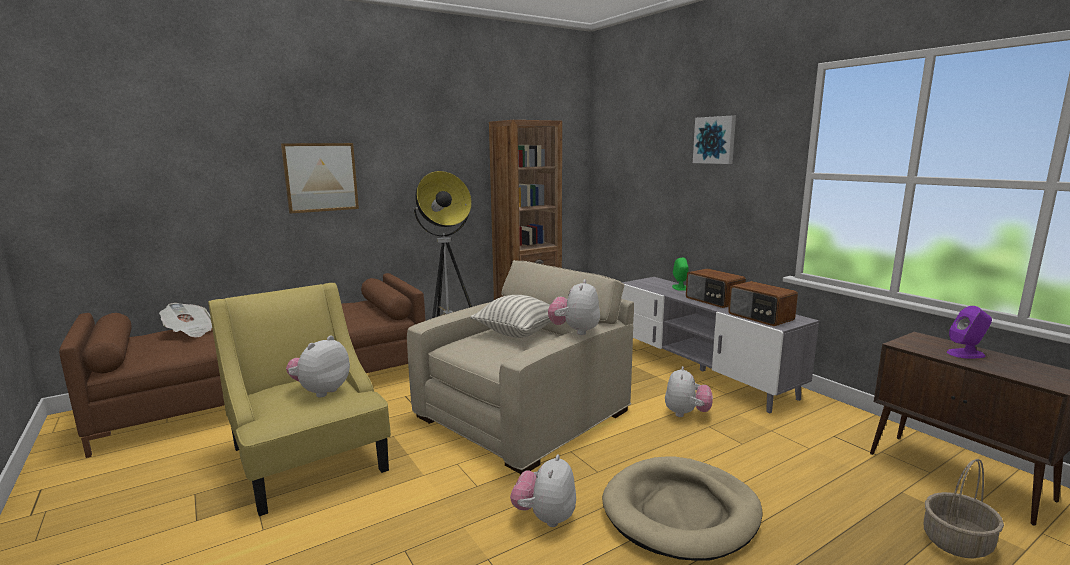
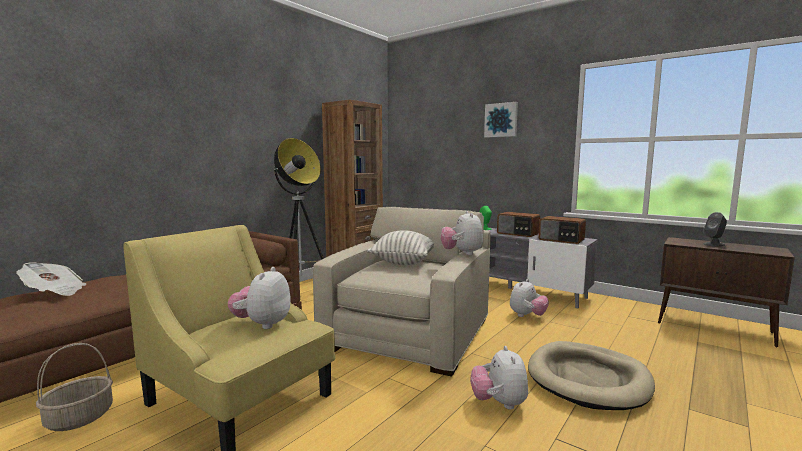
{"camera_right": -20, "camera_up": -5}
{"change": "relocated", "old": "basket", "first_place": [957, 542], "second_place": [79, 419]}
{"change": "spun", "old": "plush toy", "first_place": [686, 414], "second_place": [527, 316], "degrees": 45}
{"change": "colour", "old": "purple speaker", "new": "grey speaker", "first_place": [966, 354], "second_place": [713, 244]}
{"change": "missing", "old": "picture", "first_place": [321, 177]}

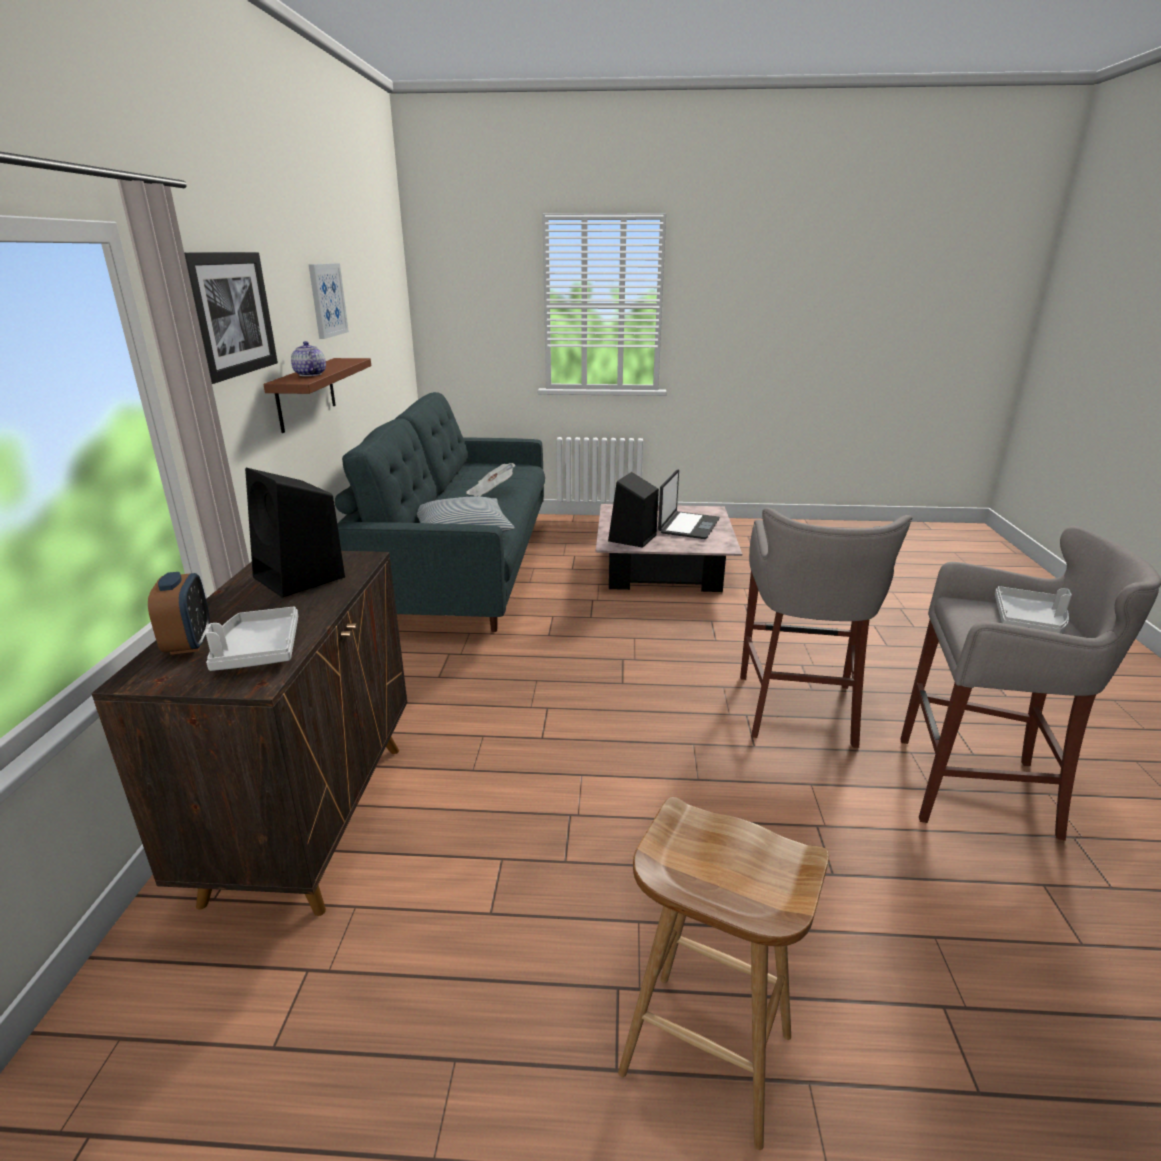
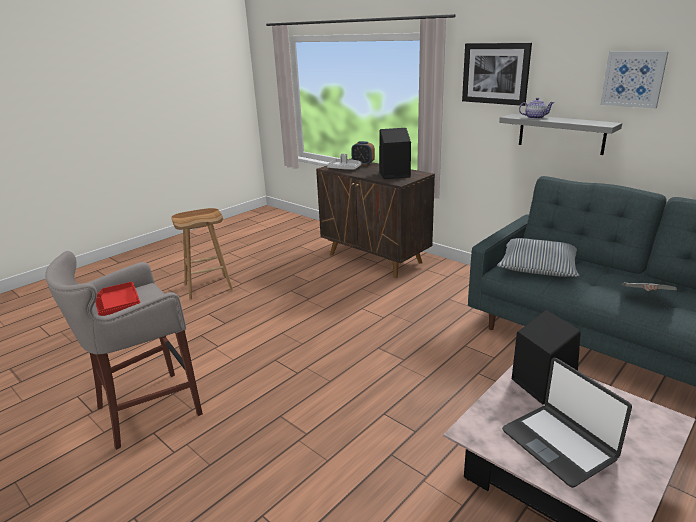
{"camera_right": 130, "camera_up": 0}
{"change": "colour", "old": "grey tray", "new": "red tray", "first_place": [1029, 621], "second_place": [118, 306]}
{"change": "colour", "old": "brown shelf", "new": "grey shelf", "first_place": [306, 394], "second_place": [561, 134]}
{"change": "missing", "old": "grey stool", "first_place": [798, 711]}

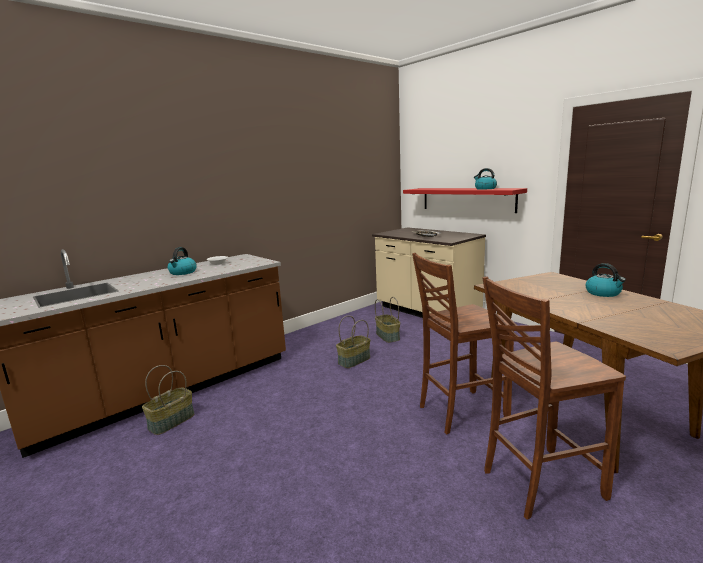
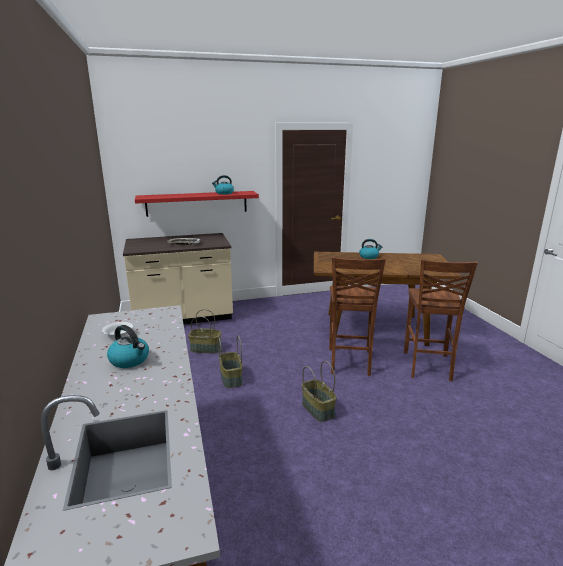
{"camera_right": -65, "camera_up": 5}
{"change": "relocated", "old": "basket", "first_place": [171, 422], "second_place": [318, 409]}

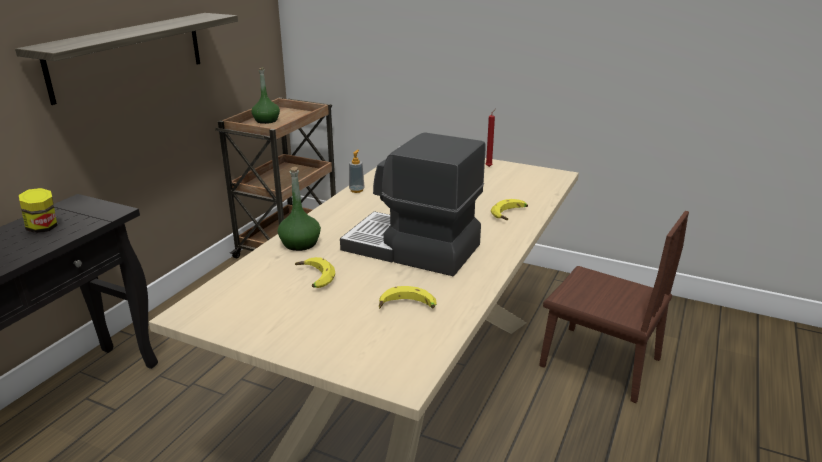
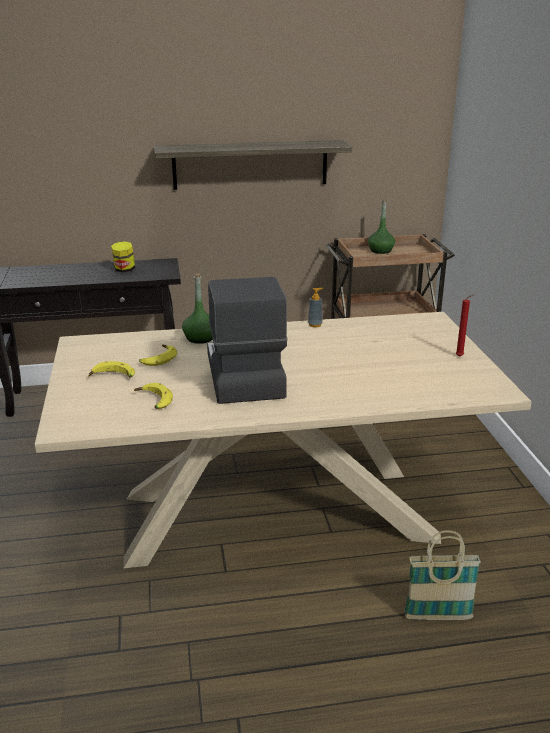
{"camera_right": 55, "camera_up": 0}
{"change": "relocated", "old": "banana", "first_place": [510, 215], "second_place": [112, 377]}
{"change": "exchanged", "old": "brown chair", "new": "basket", "first_place": [599, 362], "second_place": [438, 617]}

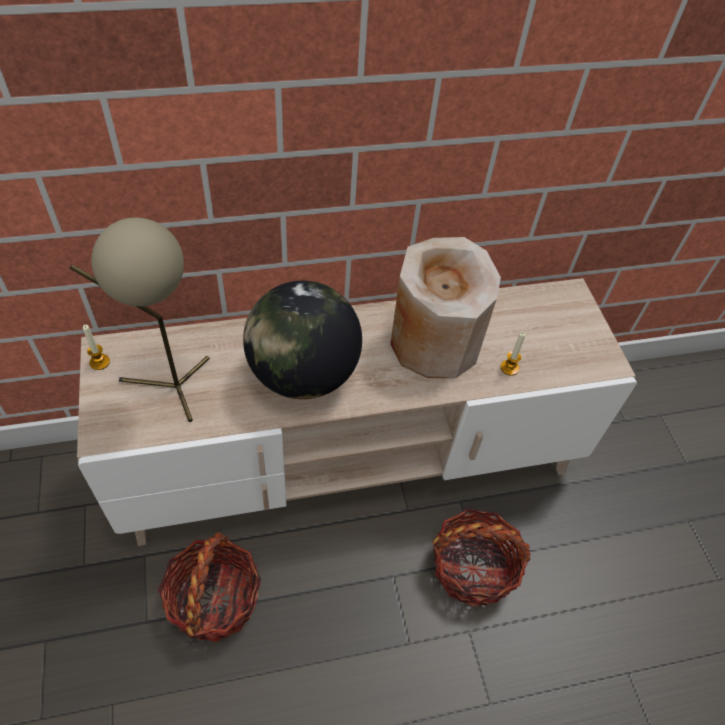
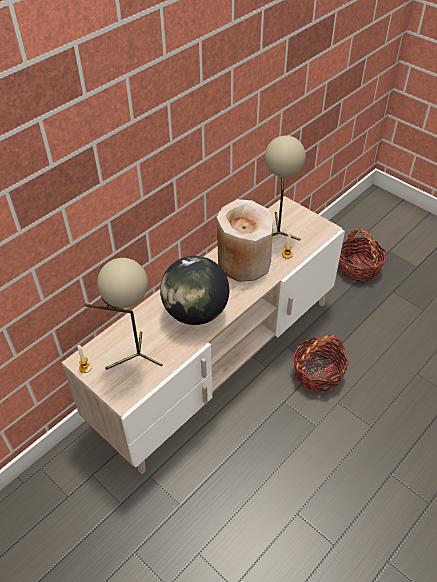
{"camera_right": -30, "camera_up": -5}
{"change": "appeared", "new": "beige table lamp", "second_place": [278, 230]}
{"change": "relocated", "old": "basket", "first_place": [214, 599], "second_place": [358, 268]}

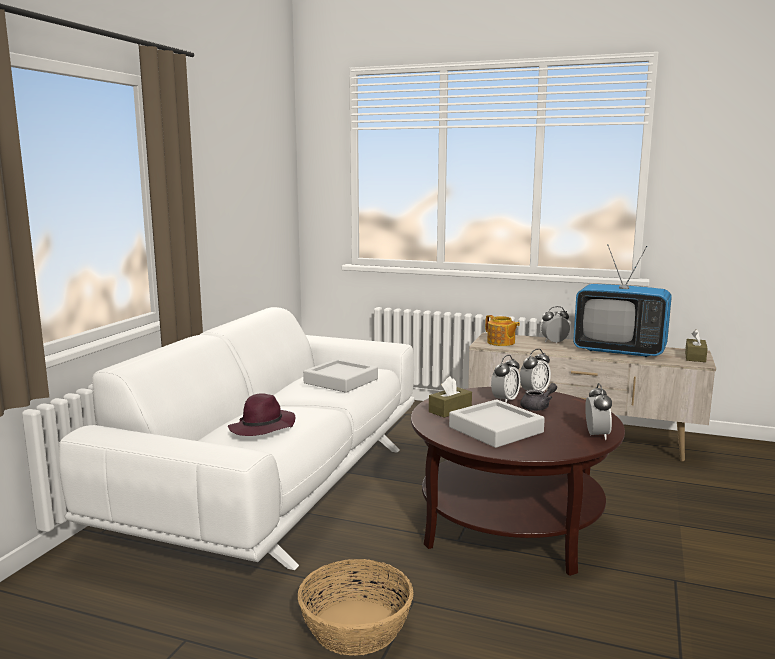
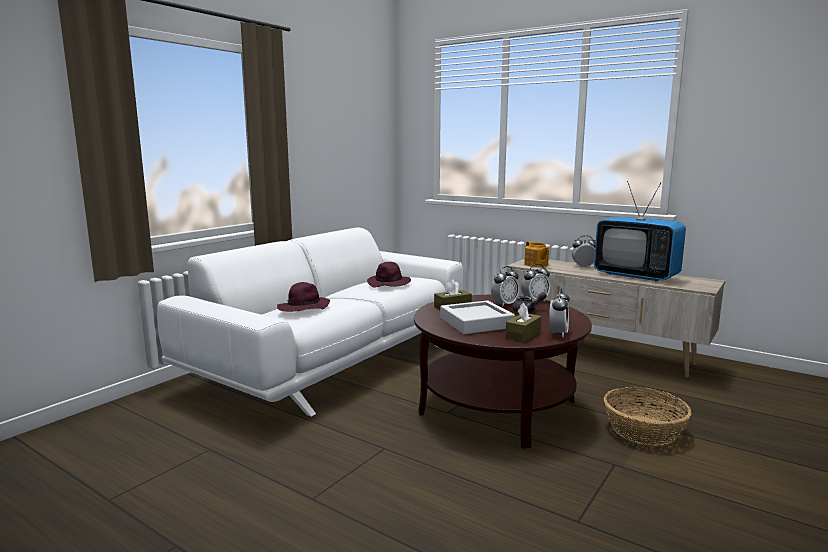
{"camera_right": 15, "camera_up": 0}
{"change": "exchanged", "old": "grey tray", "new": "purple hat", "first_place": [341, 381], "second_place": [389, 284]}
{"change": "relocated", "old": "brown tissue box", "first_place": [695, 357], "second_place": [523, 335]}
{"change": "relocated", "old": "basket", "first_place": [355, 626], "second_place": [643, 430]}

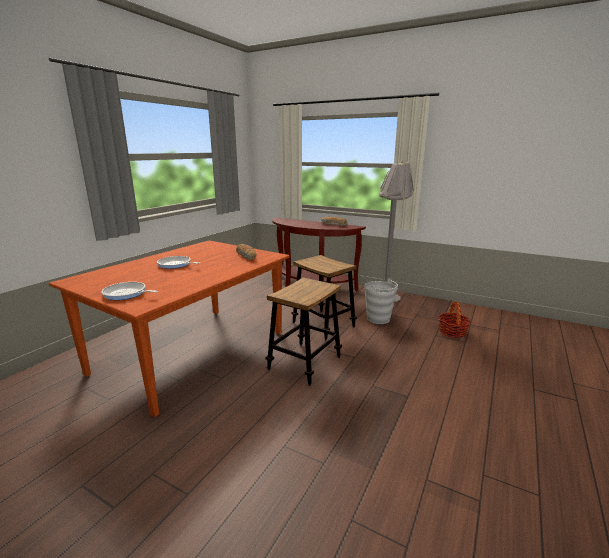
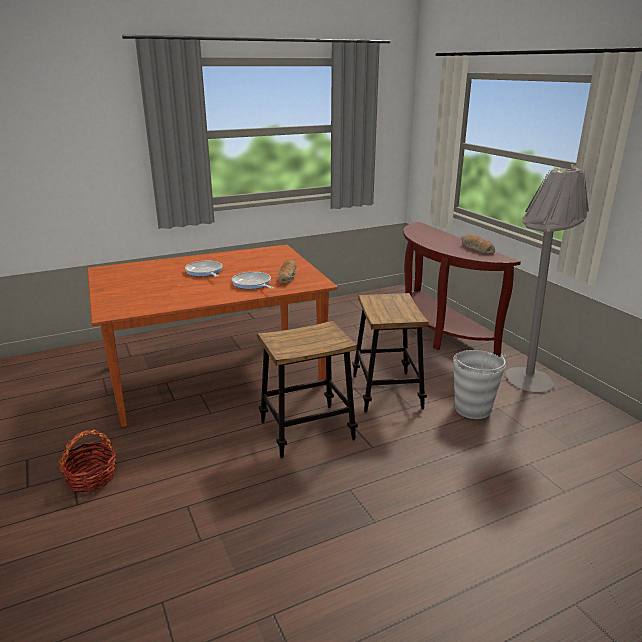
{"camera_right": 35, "camera_up": 5}
{"change": "relocated", "old": "basket", "first_place": [452, 332], "second_place": [91, 478]}
{"change": "relocated", "old": "frying pan", "first_place": [126, 294], "second_place": [252, 284]}

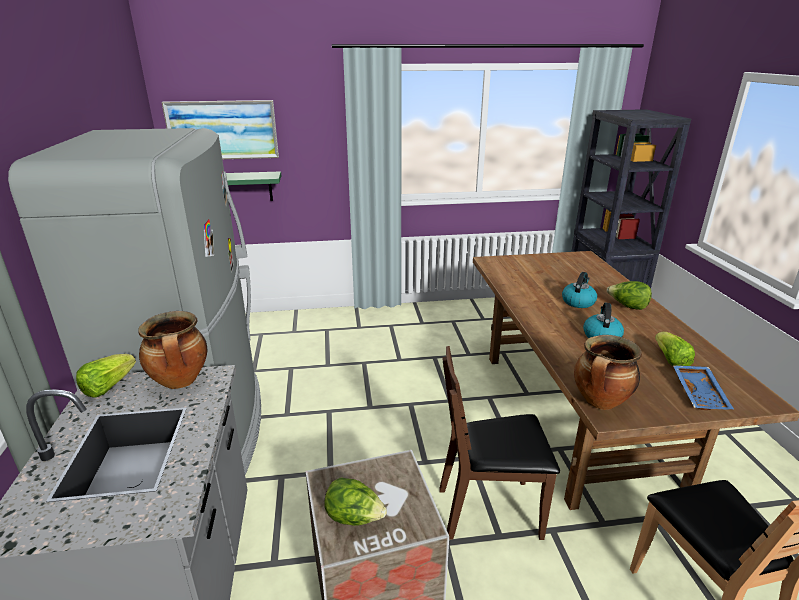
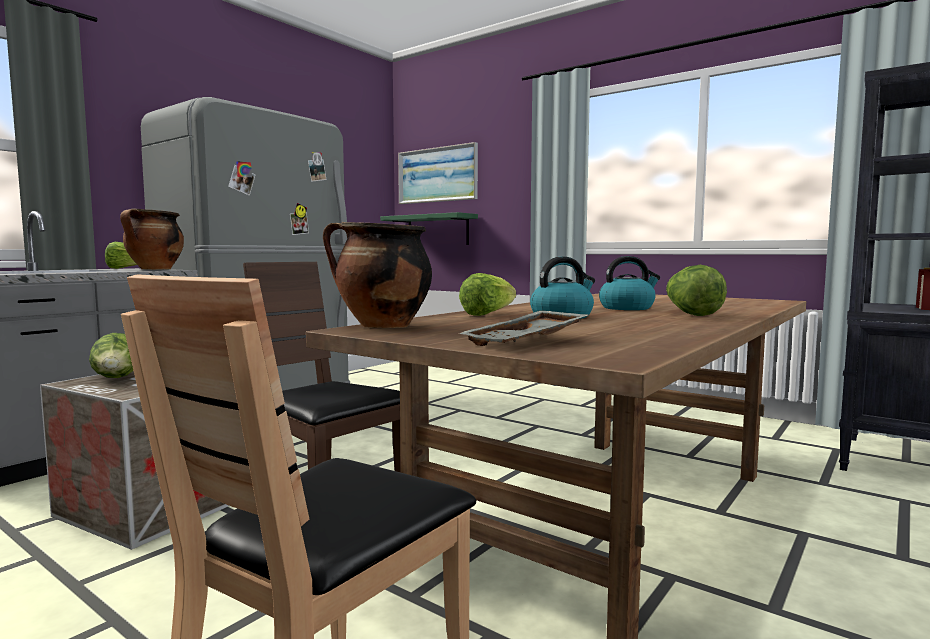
{"camera_right": 45, "camera_up": -20}
{"change": "colour", "old": "blue tray", "new": "grey tray", "first_place": [700, 394], "second_place": [526, 342]}
{"change": "relocated", "old": "lettuce", "first_place": [670, 360], "second_place": [487, 314]}

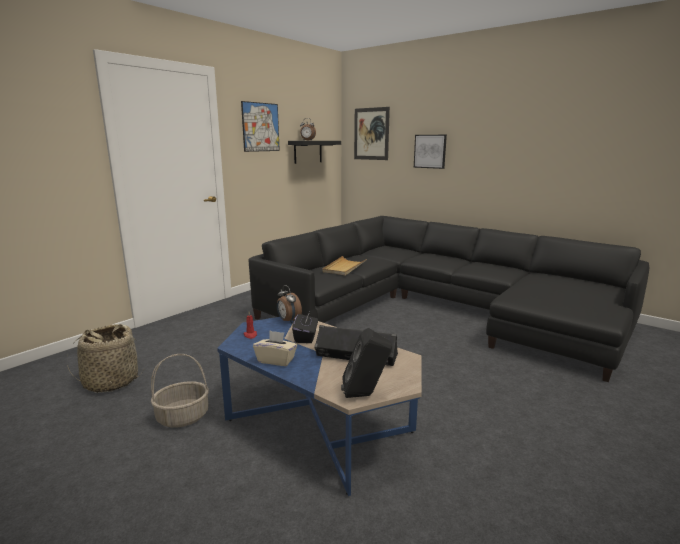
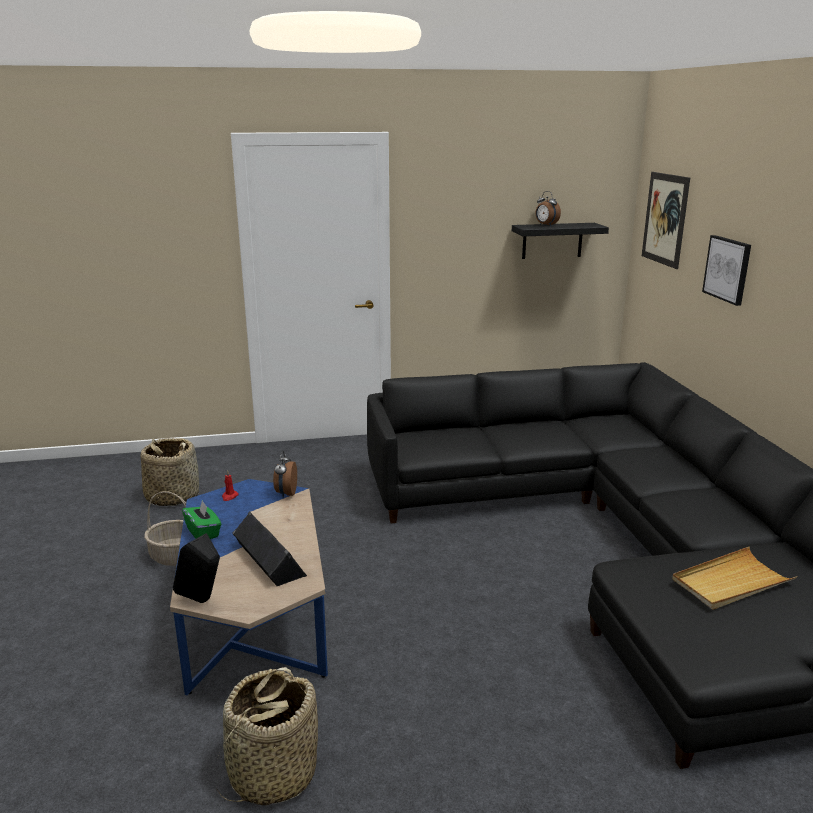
{"camera_right": 40, "camera_up": 5}
{"change": "colour", "old": "beige tissue box", "new": "green tissue box", "first_place": [276, 360], "second_place": [203, 532]}
{"change": "appeared", "new": "basket", "second_place": [272, 773]}
{"change": "relocated", "old": "beige tray", "first_place": [344, 267], "second_place": [731, 582]}
{"change": "missing", "old": "picture", "first_place": [260, 127]}
{"change": "missing", "old": "black tissue box", "first_place": [306, 337]}

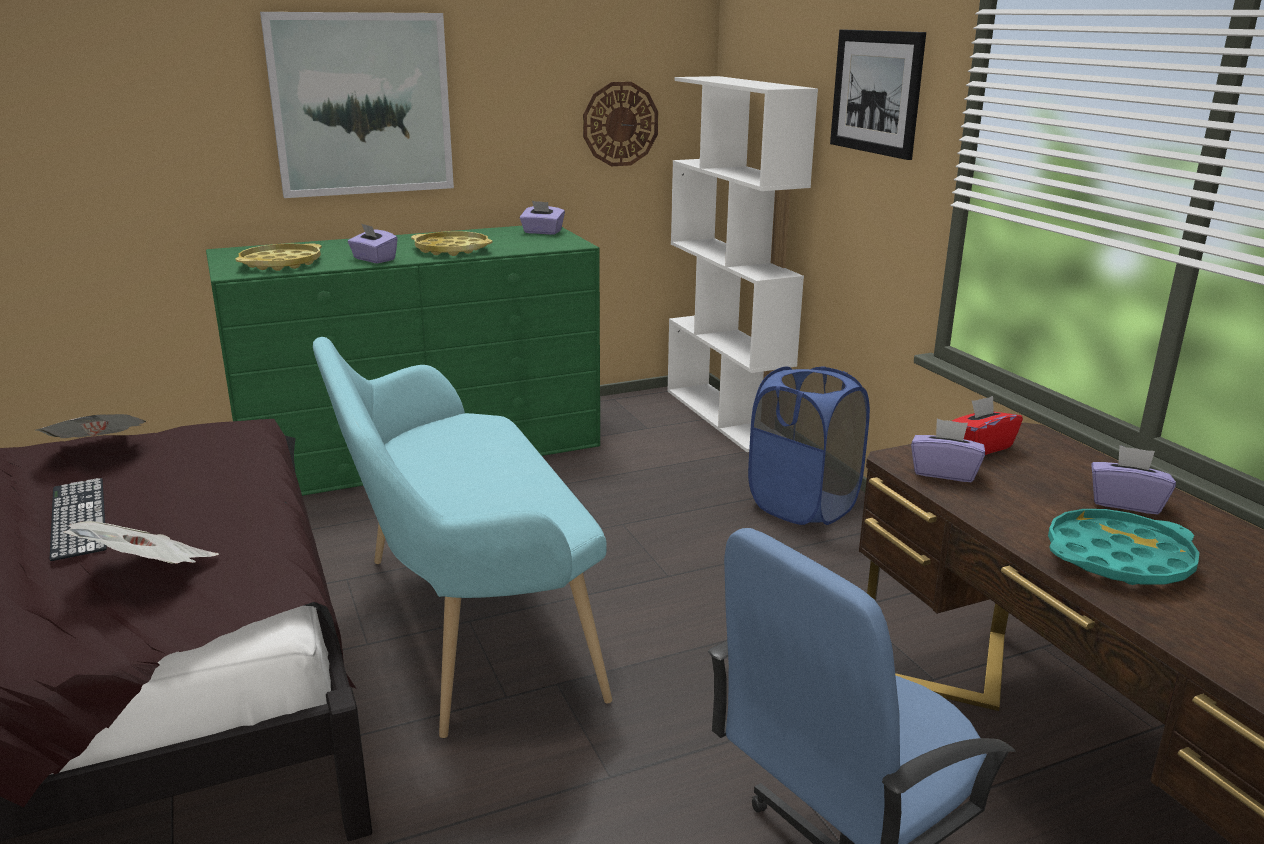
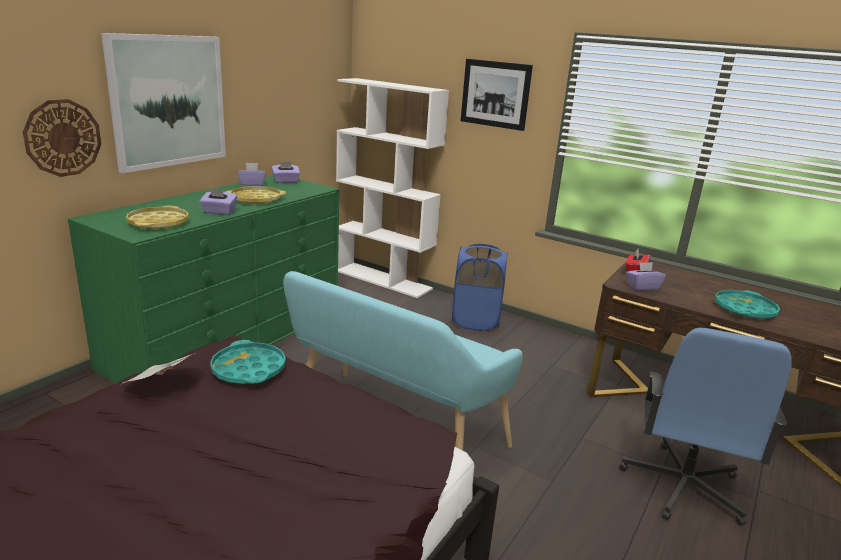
{"camera_right": -35, "camera_up": 0}
{"change": "relocated", "old": "wall clock", "first_place": [620, 124], "second_place": [63, 138]}
{"change": "appeared", "new": "turquoise tray", "second_place": [248, 369]}
{"change": "relocated", "old": "purple tissue box", "first_place": [1125, 502], "second_place": [252, 184]}
{"change": "missing", "old": "keyboard", "first_place": [78, 517]}
{"change": "missing", "old": "newspaper", "first_place": [150, 572]}

